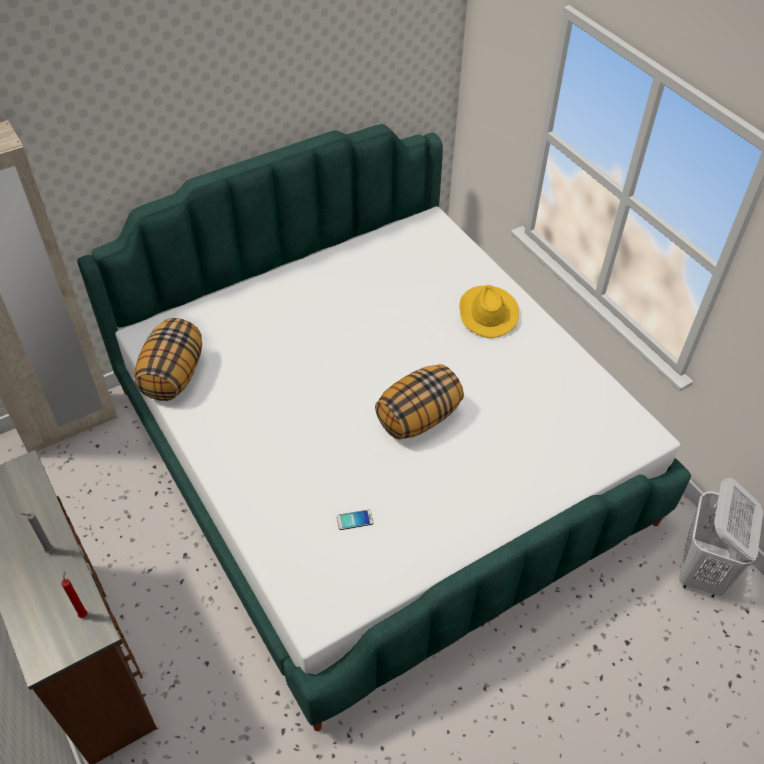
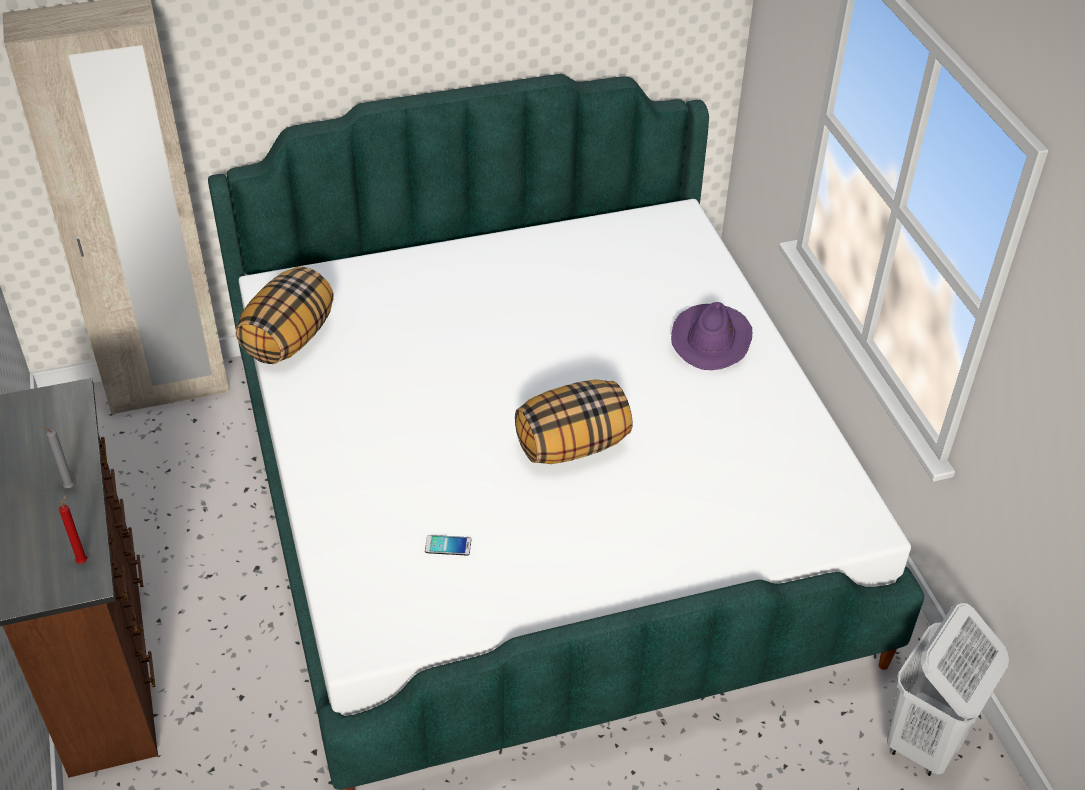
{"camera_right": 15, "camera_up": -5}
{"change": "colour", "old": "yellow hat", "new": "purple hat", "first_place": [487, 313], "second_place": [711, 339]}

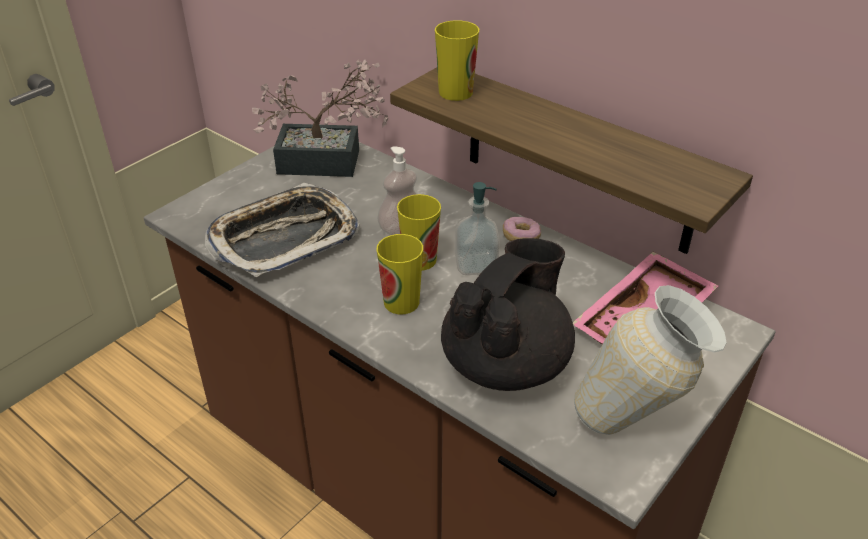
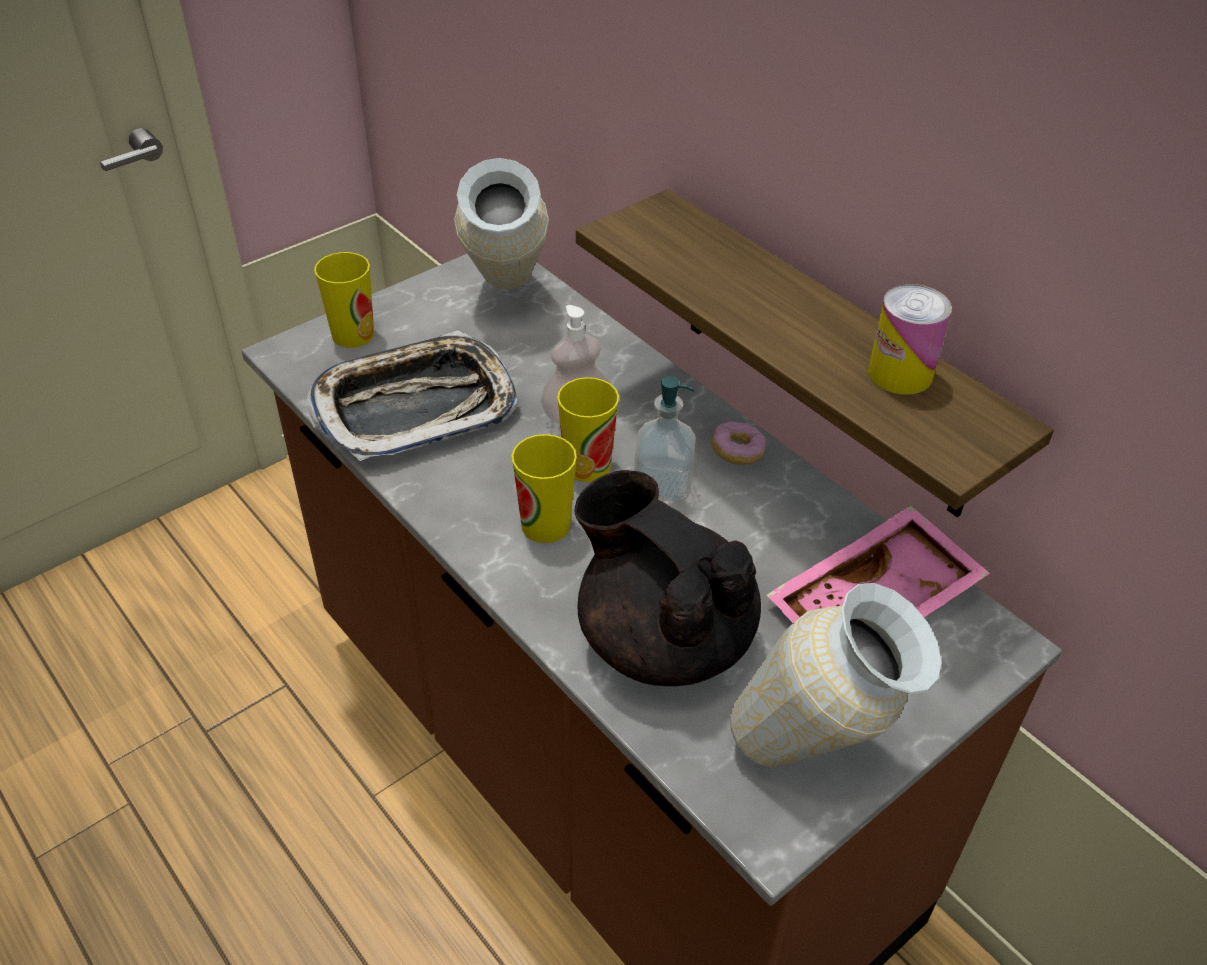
{"camera_right": 10, "camera_up": 5}
{"change": "relocated", "old": "cup", "first_place": [455, 92], "second_place": [353, 334]}
{"change": "exchanged", "old": "potted plant", "new": "vase", "first_place": [329, 163], "second_place": [504, 302]}
{"change": "spun", "old": "black teapot", "first_place": [506, 363], "second_place": [662, 637], "degrees": -90}
{"change": "appeared", "new": "can", "second_place": [900, 373]}

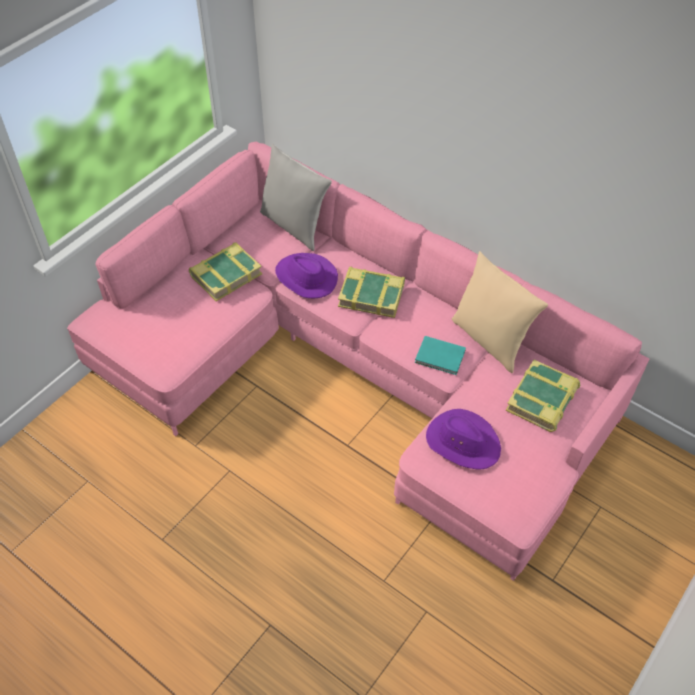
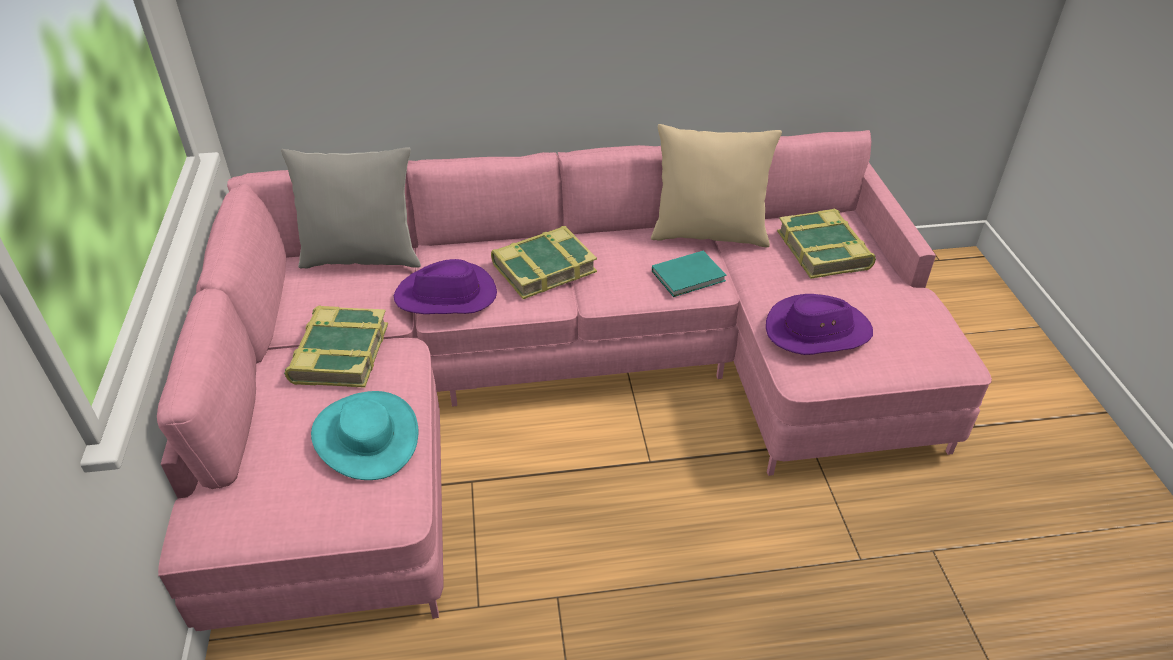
{"camera_right": -45, "camera_up": -10}
{"change": "appeared", "new": "turquoise hat", "second_place": [366, 436]}

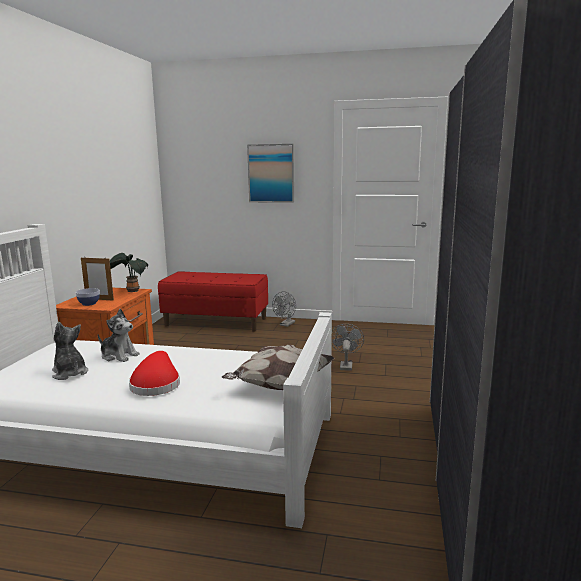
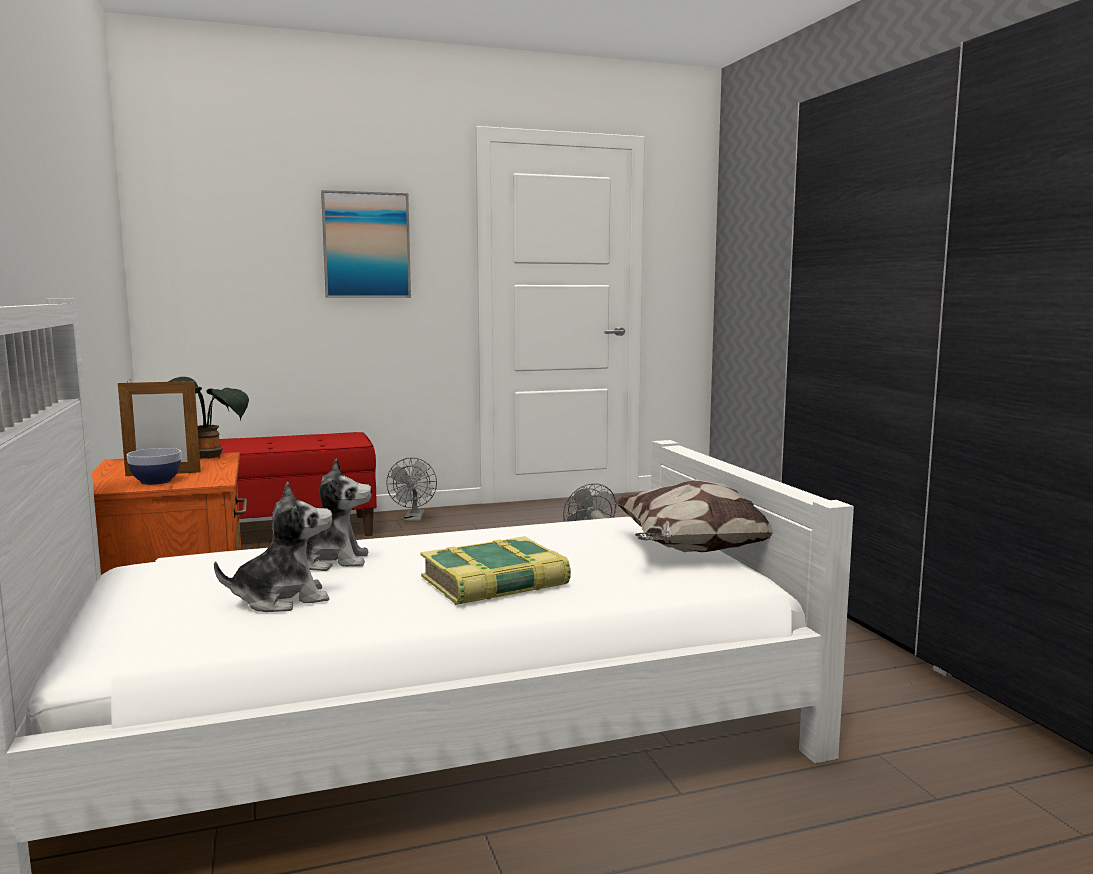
{"camera_right": -30, "camera_up": -5}
{"change": "spun", "old": "plush toy", "first_place": [70, 373], "second_place": [282, 599], "degrees": 135}
{"change": "exchanged", "old": "red hat", "new": "book", "first_place": [156, 384], "second_place": [495, 583]}

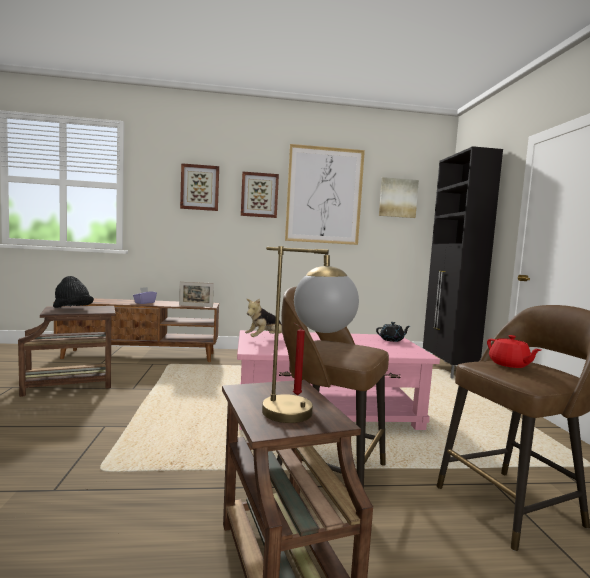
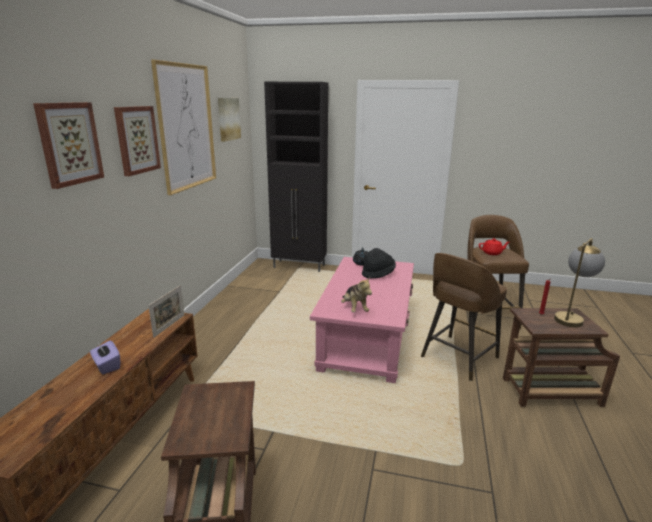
{"camera_right": -70, "camera_up": 15}
{"change": "relocated", "old": "black hat", "first_place": [72, 309], "second_place": [378, 274]}

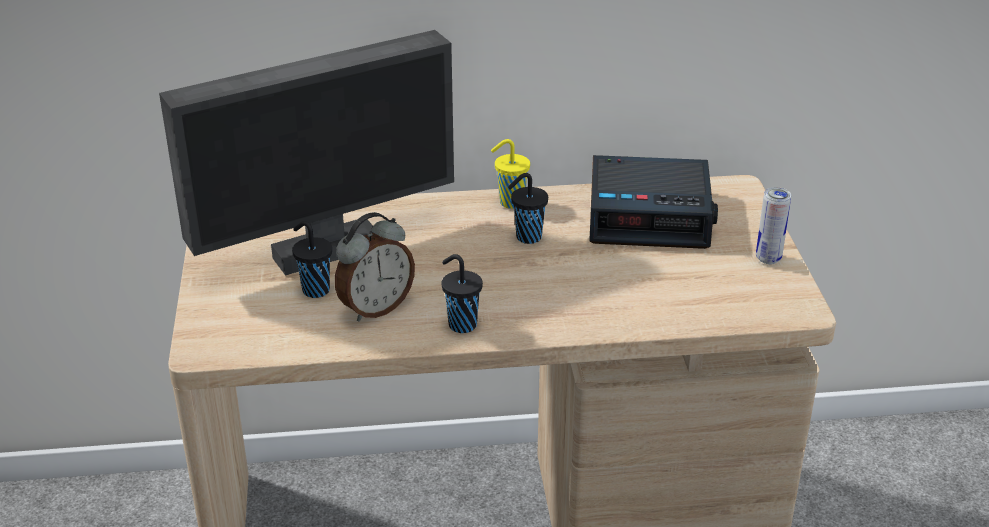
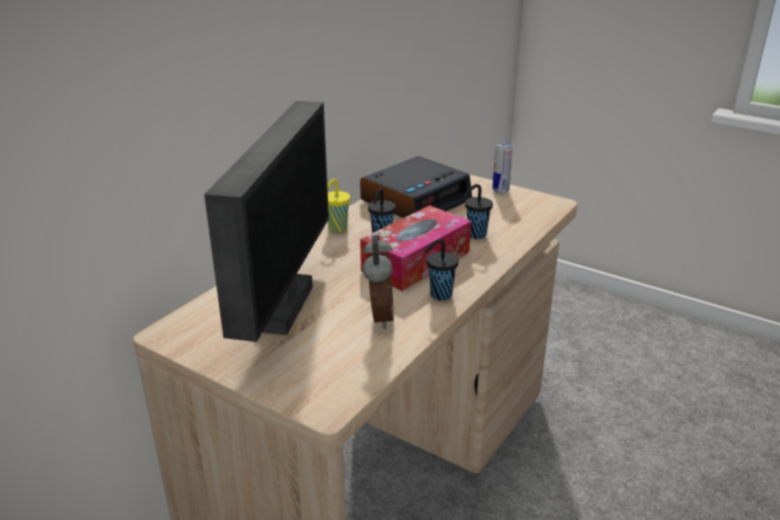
{"camera_right": -50, "camera_up": -5}
{"change": "appeared", "new": "tissue box", "second_place": [416, 261]}
{"change": "relocated", "old": "black cup", "first_place": [314, 290], "second_place": [475, 235]}

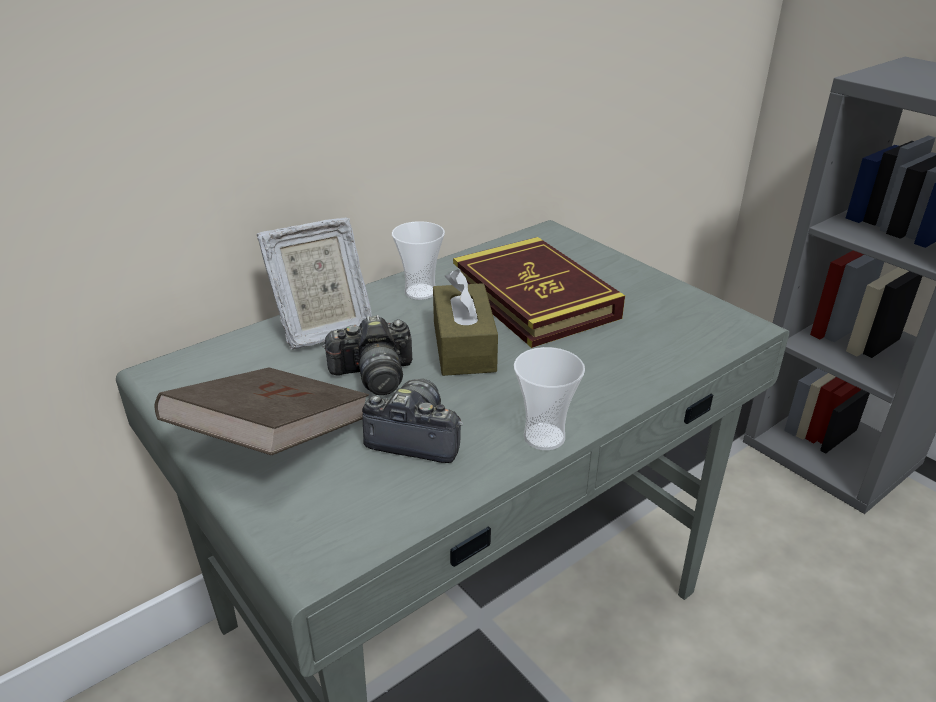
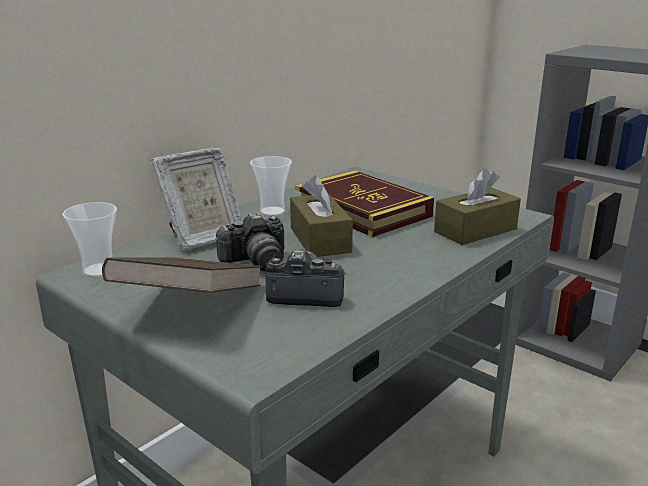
{"camera_right": -10, "camera_up": -10}
{"change": "relocated", "old": "cup", "first_place": [544, 437], "second_place": [99, 271]}
{"change": "appeared", "new": "brown tissue box", "second_place": [475, 230]}

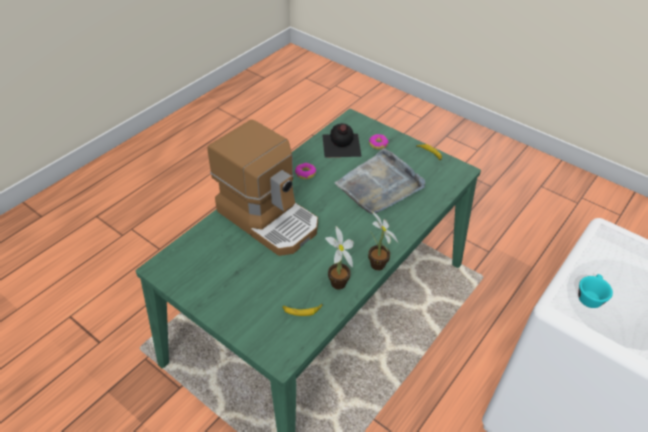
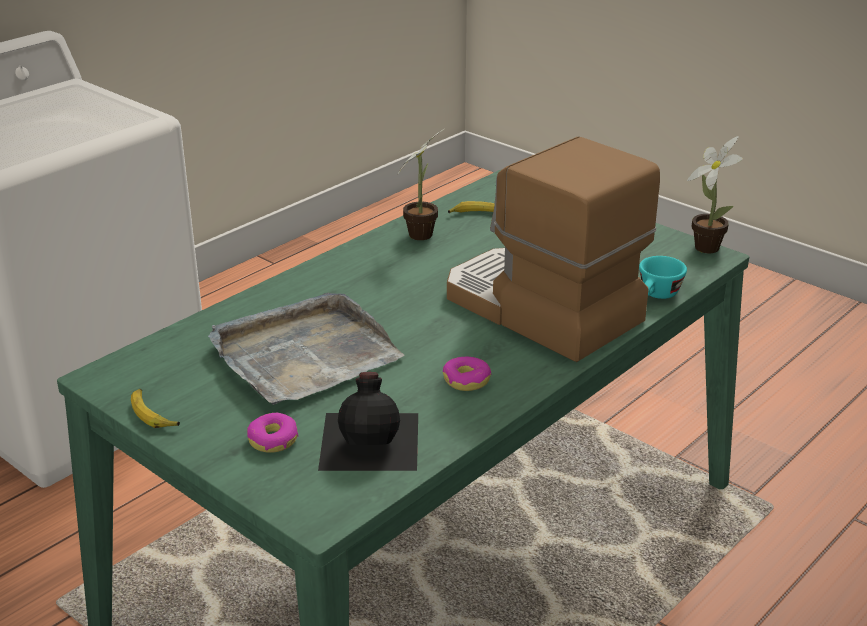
{"camera_right": -175, "camera_up": -15}
{"change": "relocated", "old": "turquoise cup", "first_place": [589, 296], "second_place": [657, 295]}
{"change": "relocated", "old": "potted plant", "first_place": [377, 267], "second_place": [706, 245]}

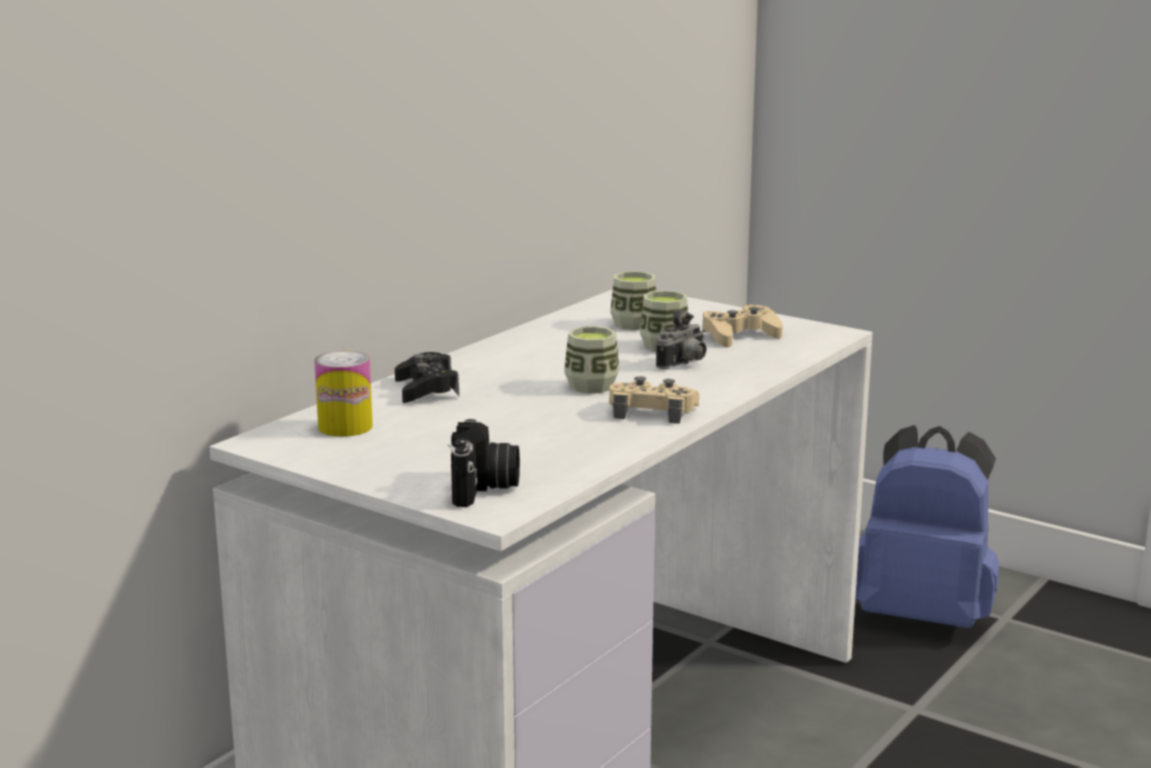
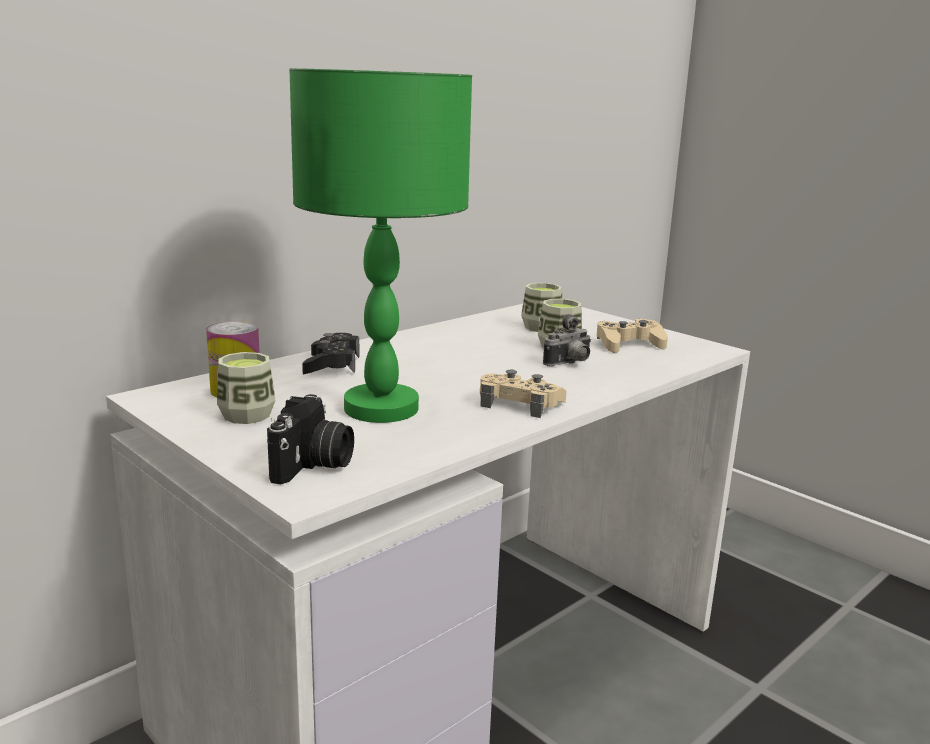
{"camera_right": 10, "camera_up": 0}
{"change": "relocated", "old": "cup", "first_place": [591, 386], "second_place": [247, 415]}
{"change": "appeared", "new": "green table lamp", "second_place": [381, 409]}
{"change": "missing", "old": "blue backpack", "first_place": [923, 615]}

